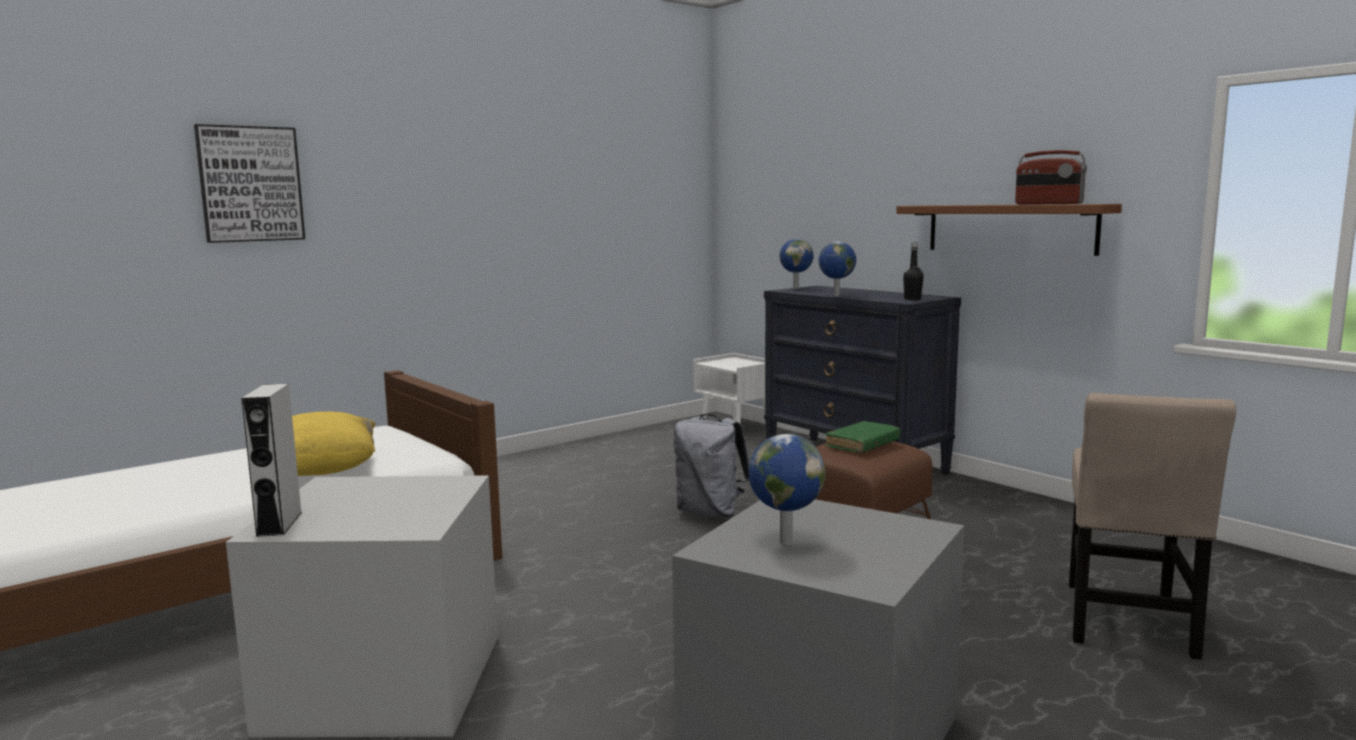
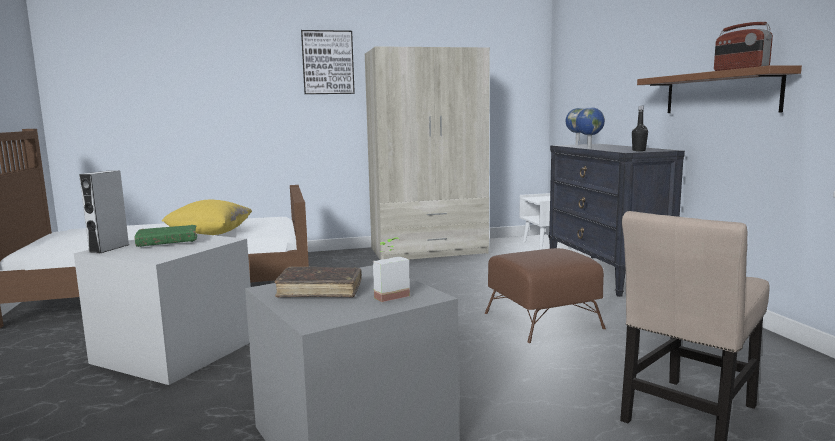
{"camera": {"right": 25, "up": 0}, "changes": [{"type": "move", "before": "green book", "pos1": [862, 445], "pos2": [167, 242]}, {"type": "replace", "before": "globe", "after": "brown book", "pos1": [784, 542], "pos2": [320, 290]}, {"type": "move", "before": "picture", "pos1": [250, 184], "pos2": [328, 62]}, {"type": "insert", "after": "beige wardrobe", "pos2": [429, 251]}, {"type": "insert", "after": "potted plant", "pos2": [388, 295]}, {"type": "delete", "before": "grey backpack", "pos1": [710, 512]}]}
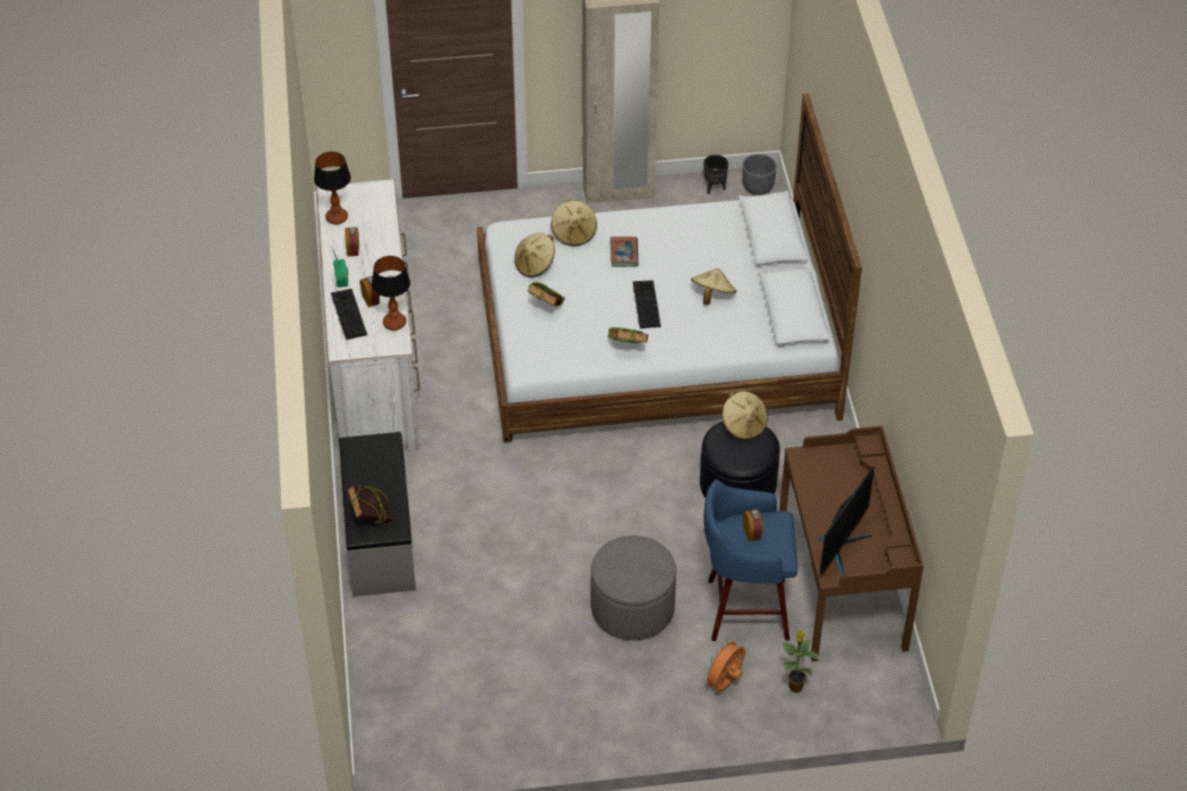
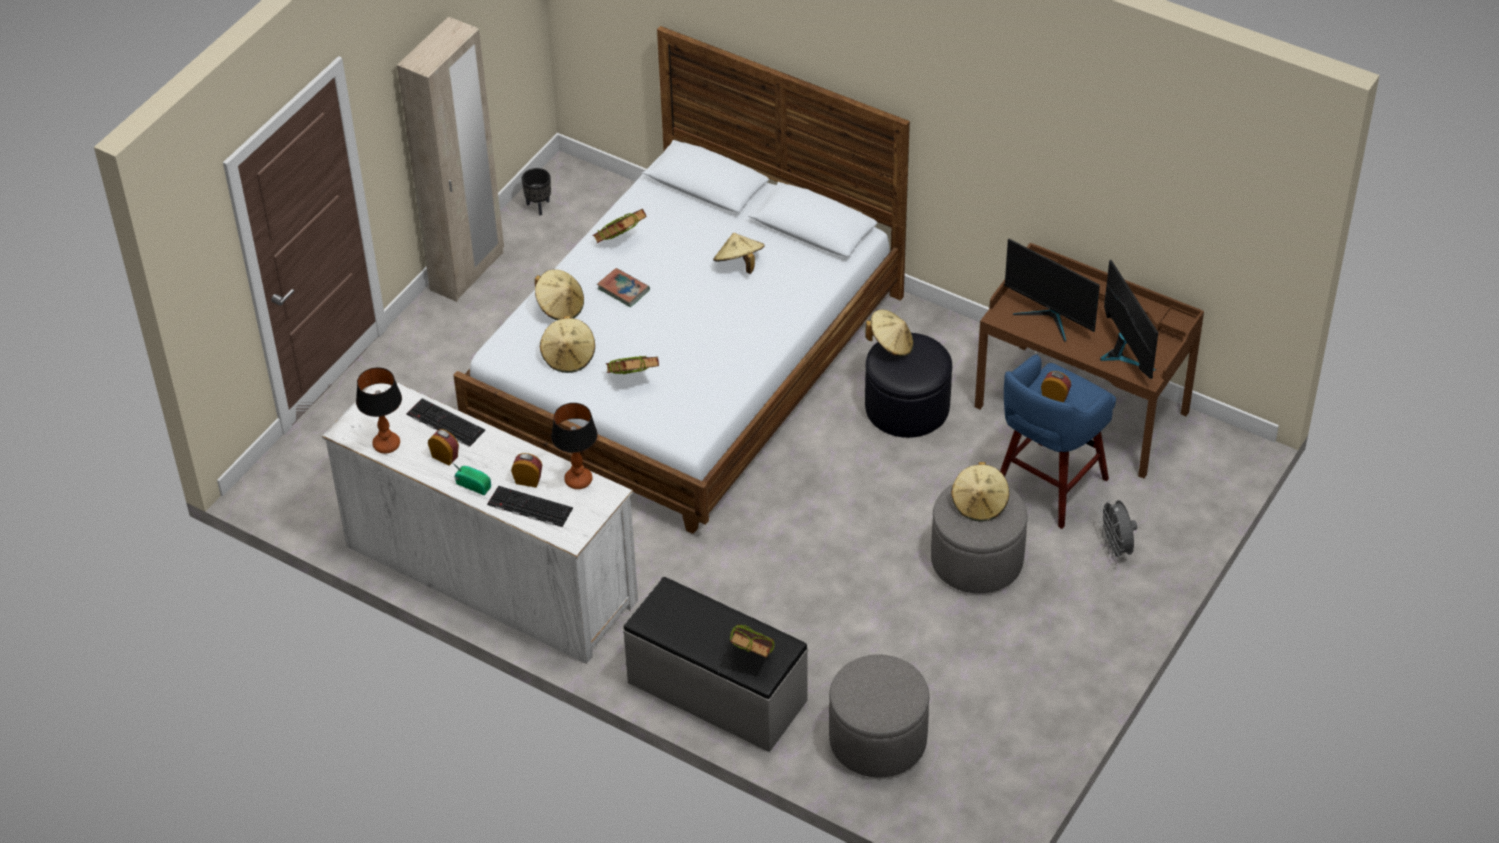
{"camera": {"right": -50, "up": 0}, "changes": [{"type": "move", "before": "keyboard", "pos1": [645, 304], "pos2": [444, 423]}, {"type": "move", "before": "book", "pos1": [627, 350], "pos2": [620, 243]}, {"type": "insert", "after": "grey ottoman", "pos2": [878, 740]}, {"type": "insert", "after": "beige hat", "pos2": [979, 504]}, {"type": "insert", "after": "monitor", "pos2": [1050, 317]}, {"type": "recolor", "before": "orange fan", "after": "grey fan", "pos1": [724, 684], "pos2": [1116, 548]}, {"type": "delete", "before": "grey planter", "pos1": [757, 187]}, {"type": "delete", "before": "potted plant", "pos1": [795, 686]}]}
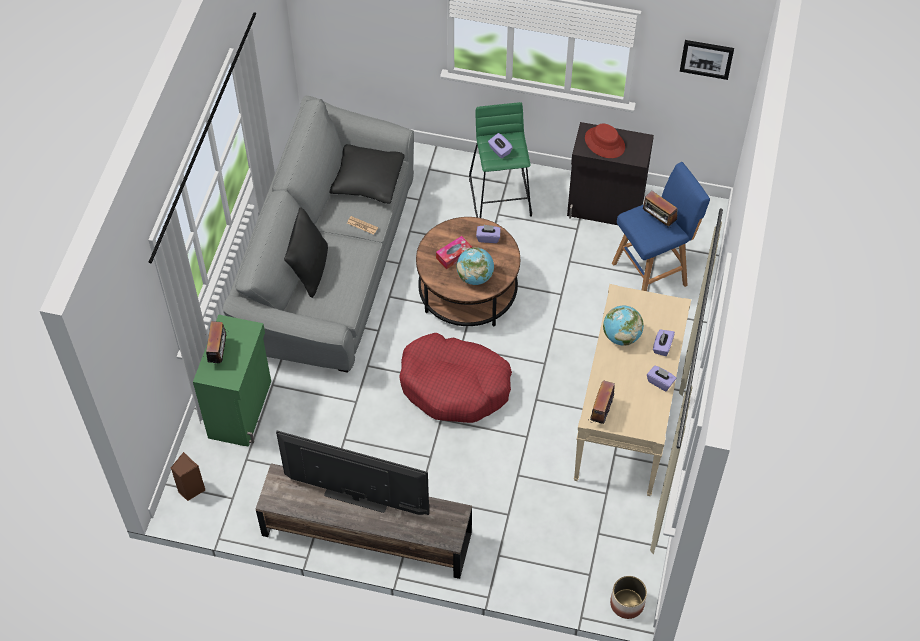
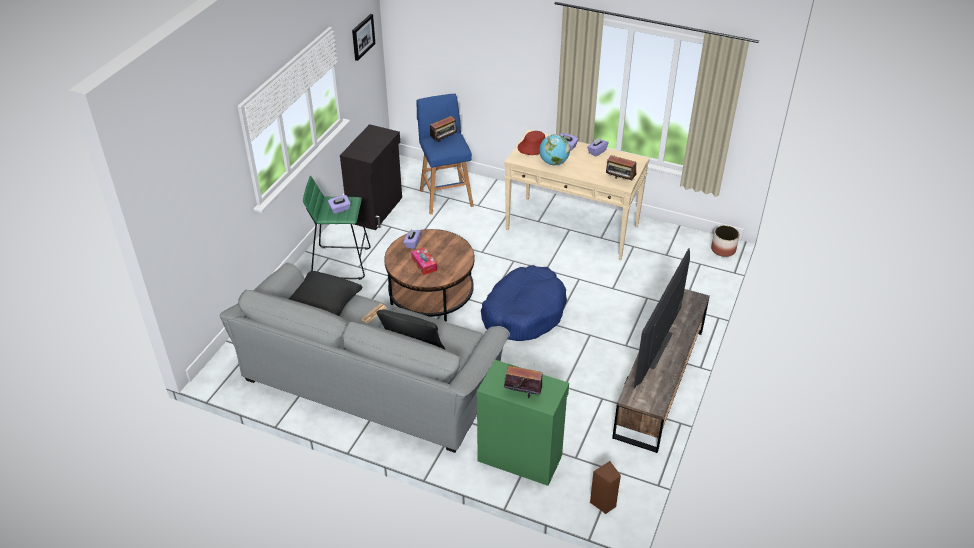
{"camera": {"right": -80, "up": -15}, "changes": [{"type": "recolor", "before": "red dog bed", "after": "blue dog bed", "pos1": [454, 385], "pos2": [523, 312]}, {"type": "move", "before": "red hat", "pos1": [605, 143], "pos2": [534, 147]}, {"type": "delete", "before": "globe", "pos1": [475, 277]}]}
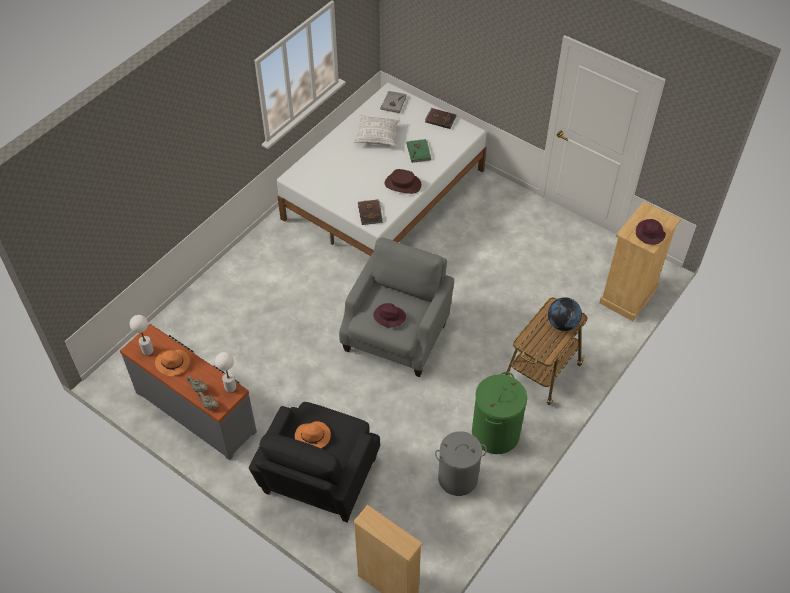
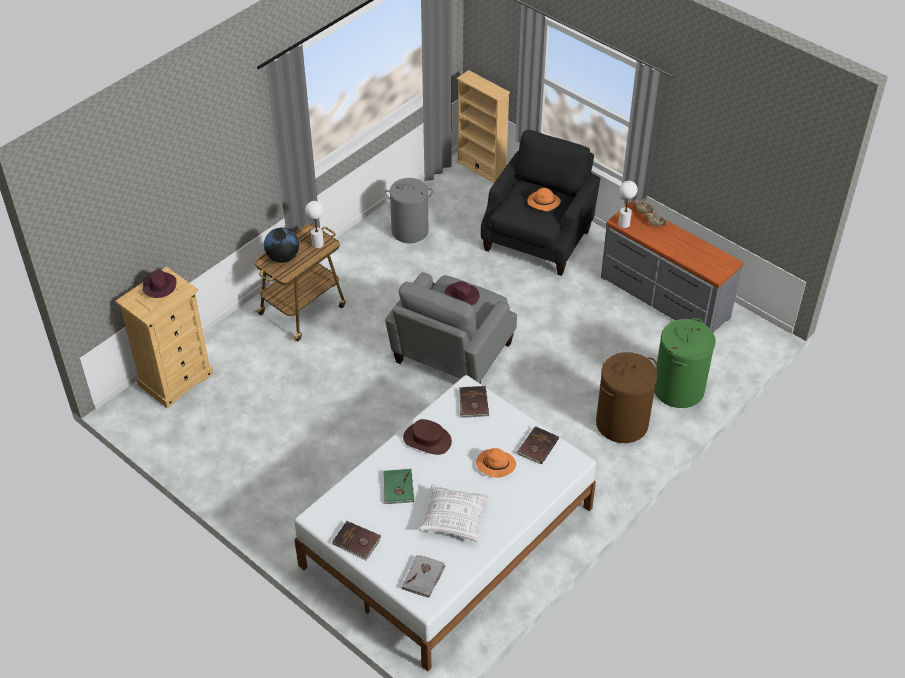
{"camera": {"right": -175, "up": -5}, "changes": [{"type": "move", "before": "white table lamp", "pos1": [148, 350], "pos2": [317, 244]}, {"type": "move", "before": "orange hat", "pos1": [173, 363], "pos2": [495, 465]}, {"type": "insert", "after": "brown book", "pos2": [537, 446]}, {"type": "insert", "after": "brown laundry basket", "pos2": [622, 423]}, {"type": "move", "before": "green laundry basket", "pos1": [495, 433], "pos2": [678, 389]}]}
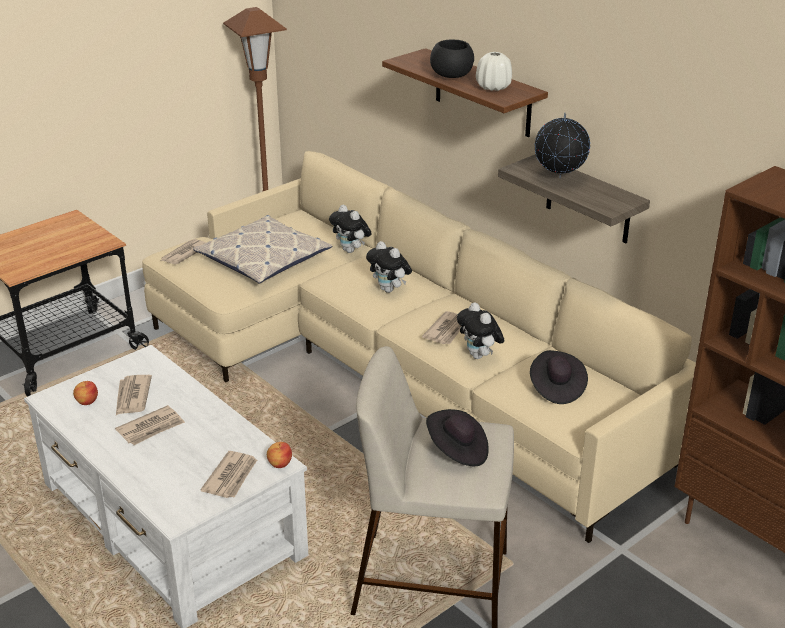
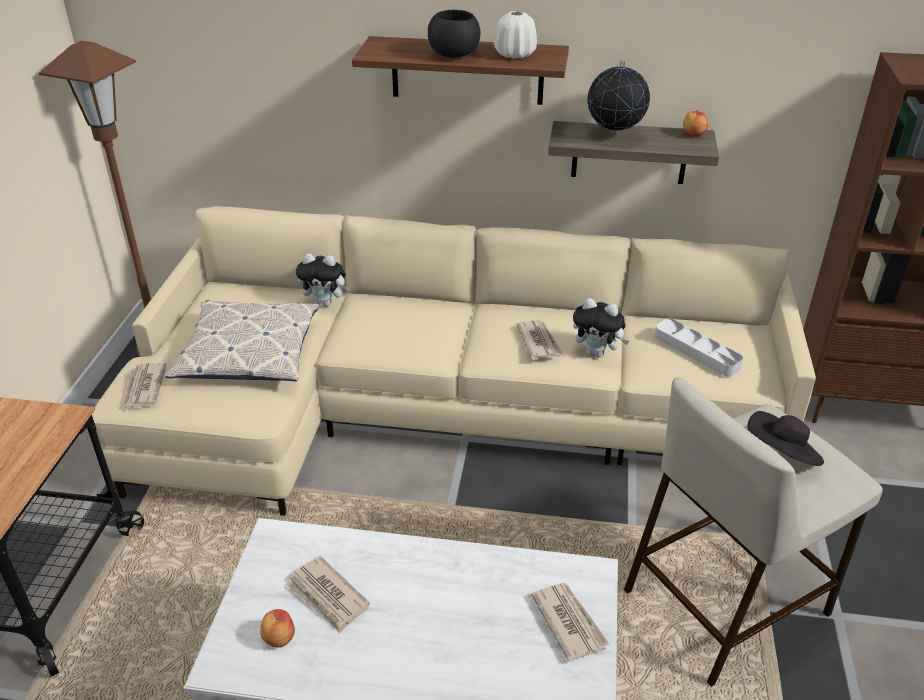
{"camera": {"right": -40, "up": 5}, "changes": [{"type": "replace", "before": "black hat", "after": "grey tray", "pos1": [556, 388], "pos2": [696, 351]}, {"type": "move", "before": "apple", "pos1": [279, 463], "pos2": [693, 134]}, {"type": "delete", "before": "newspaper", "pos1": [151, 428]}, {"type": "delete", "before": "plush toy", "pos1": [389, 290]}]}
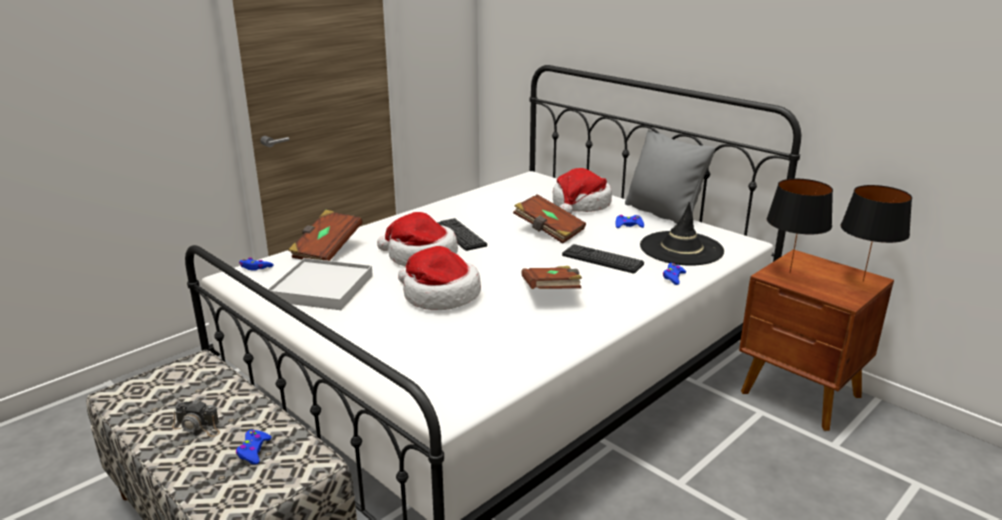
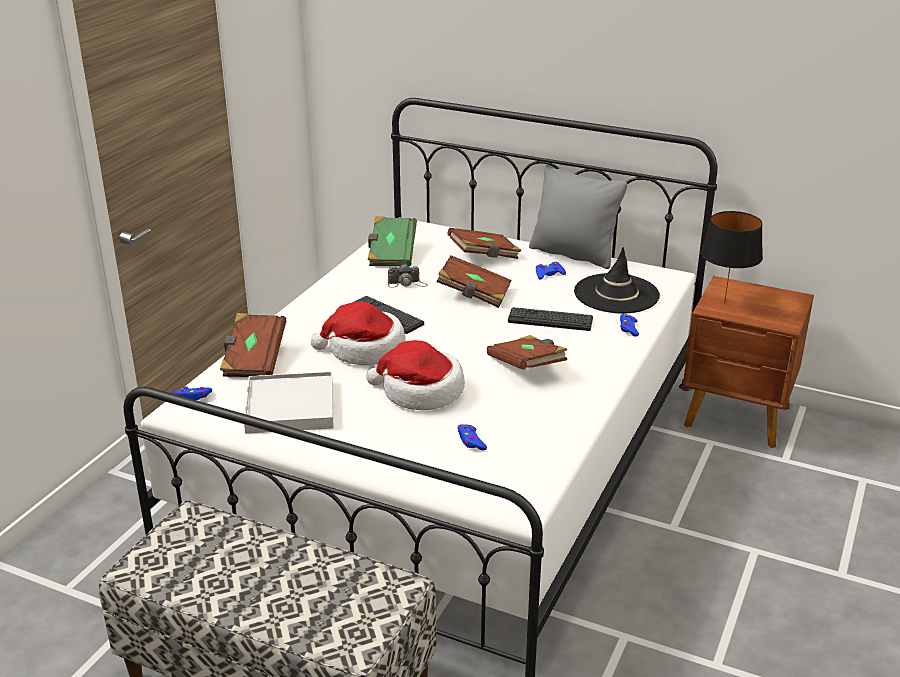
{"camera": {"right": -20, "up": 5}, "changes": [{"type": "insert", "after": "green book", "pos2": [391, 254]}, {"type": "move", "before": "photo camera", "pos1": [198, 426], "pos2": [407, 283]}, {"type": "replace", "before": "hat", "after": "brown book", "pos1": [580, 205], "pos2": [484, 256]}, {"type": "move", "before": "blue game controller", "pos1": [253, 451], "pos2": [471, 441]}, {"type": "delete", "before": "black table lamp", "pos1": [863, 281]}]}
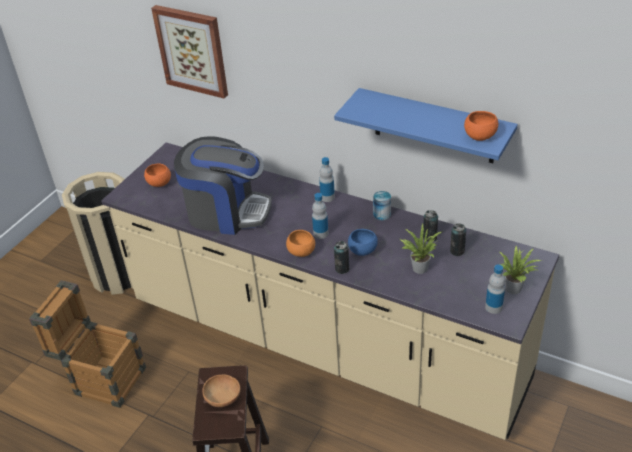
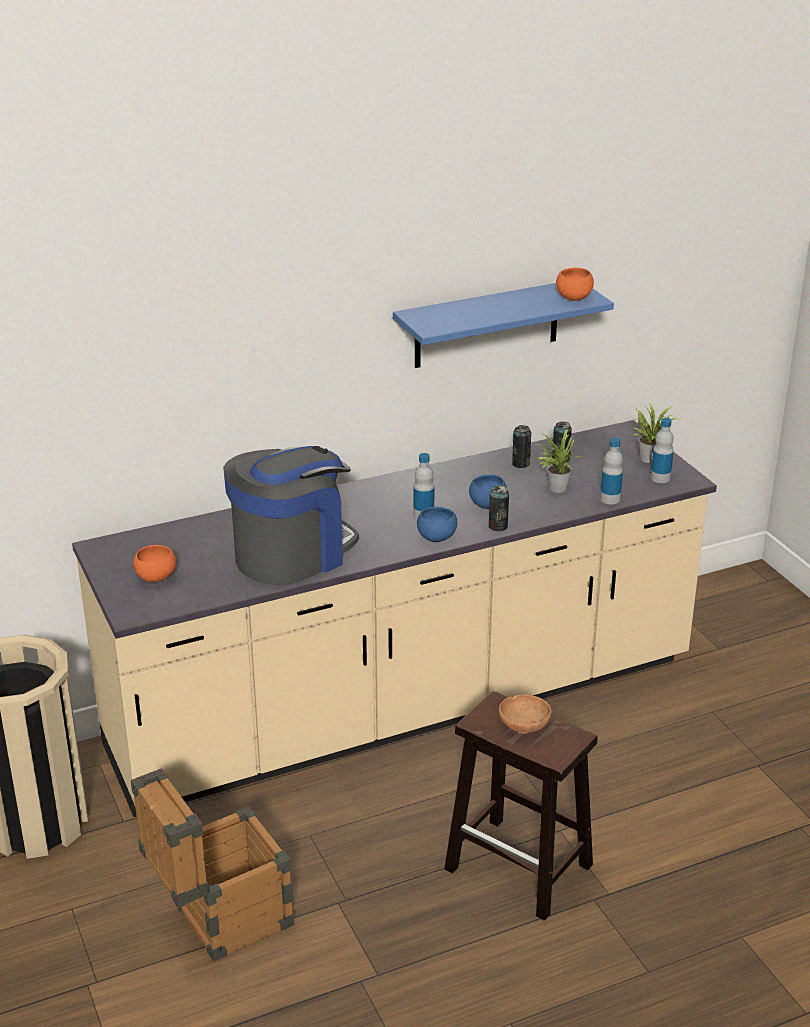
{"camera": {"right": -55, "up": -10}, "changes": [{"type": "recolor", "before": "orange bowl", "after": "blue bowl", "pos1": [301, 252], "pos2": [437, 538]}, {"type": "move", "before": "bottle", "pos1": [327, 197], "pos2": [610, 499]}, {"type": "delete", "before": "picture", "pos1": [192, 50]}, {"type": "delete", "before": "can", "pos1": [382, 214]}]}
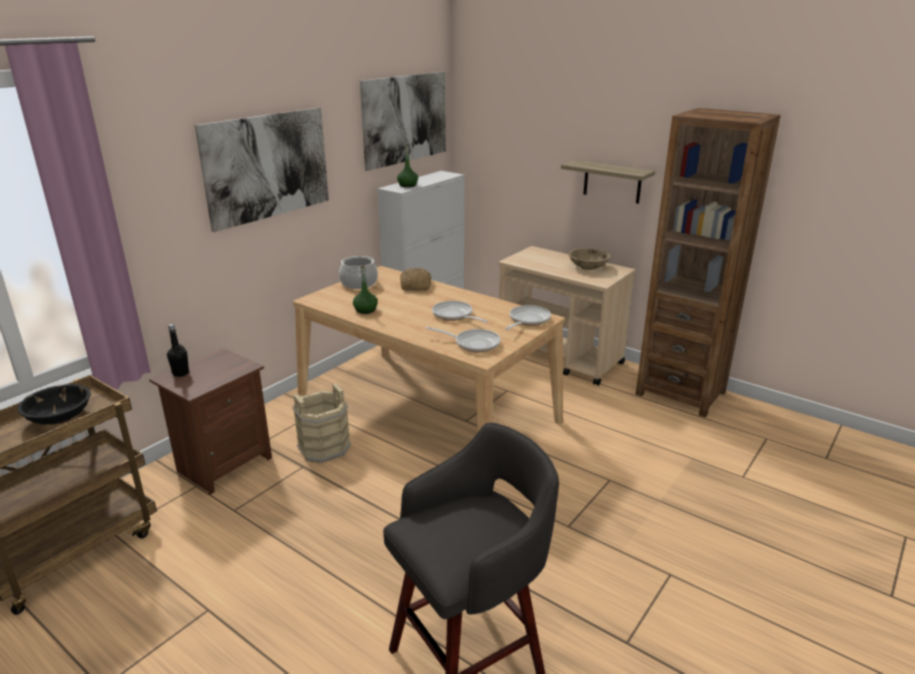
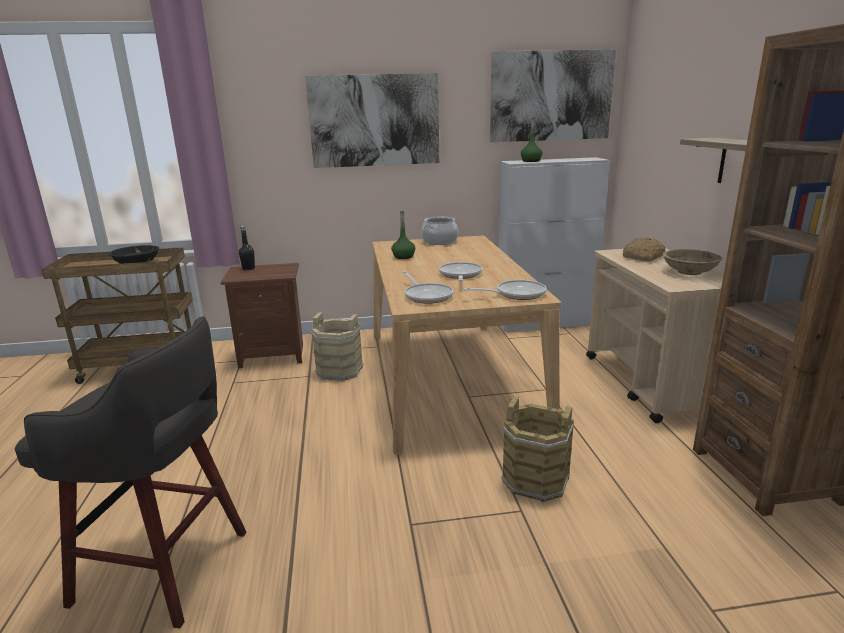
{"camera": {"right": 45, "up": -5}, "changes": [{"type": "insert", "after": "brown bucket", "pos2": [535, 480]}, {"type": "move", "before": "bread", "pos1": [416, 286], "pos2": [643, 257]}]}
